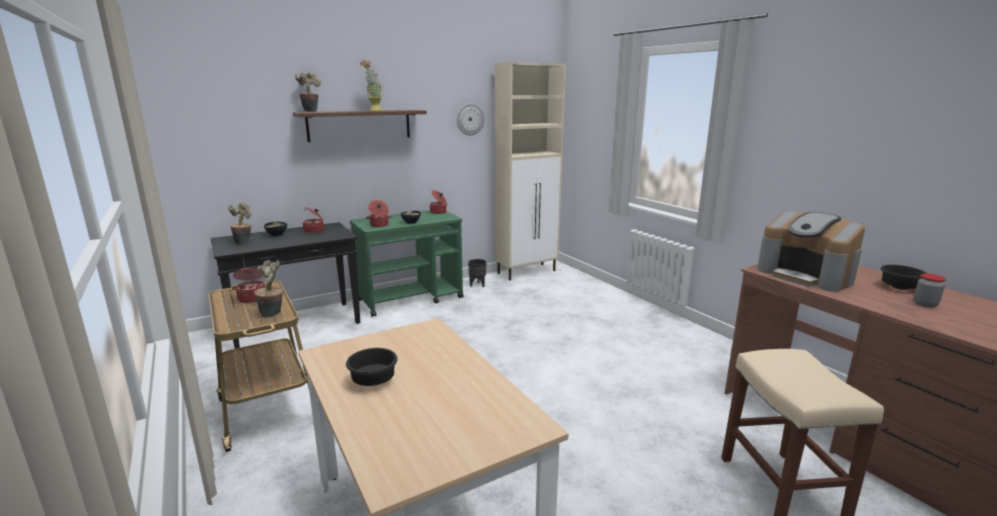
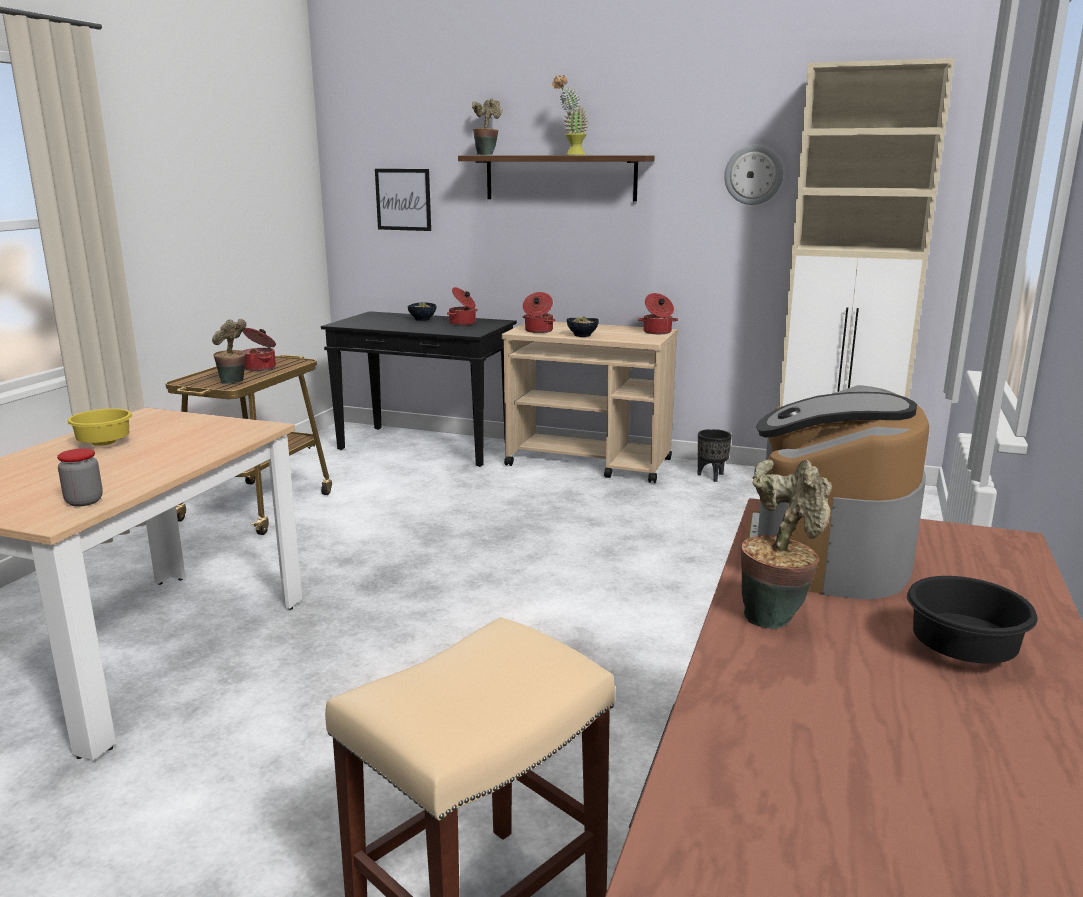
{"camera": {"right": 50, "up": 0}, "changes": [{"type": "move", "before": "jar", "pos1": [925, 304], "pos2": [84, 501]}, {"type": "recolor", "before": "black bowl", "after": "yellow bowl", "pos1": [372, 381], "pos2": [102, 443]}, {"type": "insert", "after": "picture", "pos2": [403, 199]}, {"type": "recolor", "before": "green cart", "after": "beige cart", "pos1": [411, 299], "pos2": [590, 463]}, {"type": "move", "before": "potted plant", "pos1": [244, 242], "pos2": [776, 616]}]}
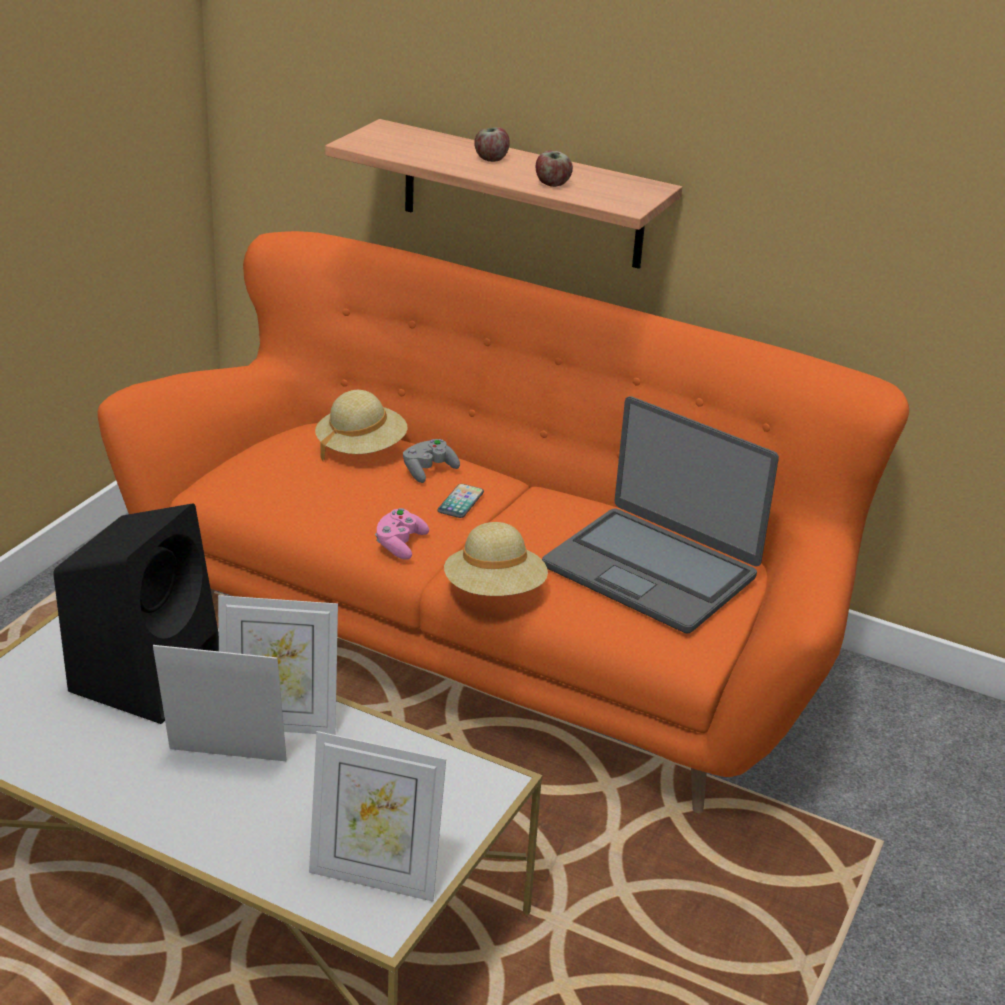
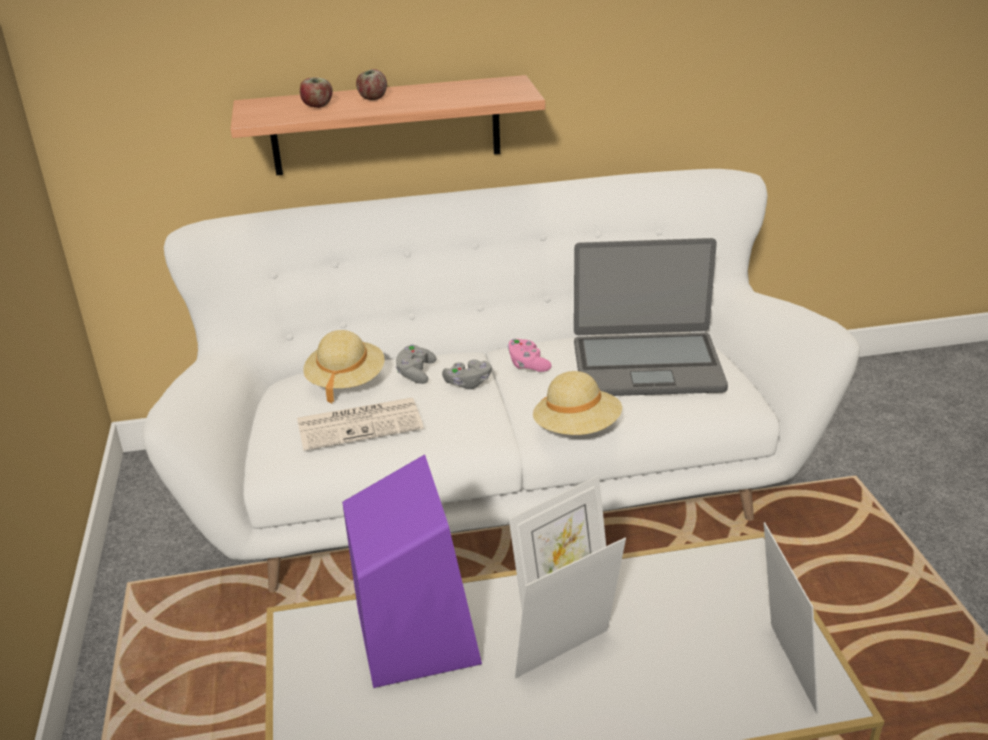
{"camera": {"right": -35, "up": 0}, "changes": [{"type": "recolor", "before": "orange sofa", "after": "white sofa", "pos1": [494, 643], "pos2": [498, 486]}, {"type": "insert", "after": "newspaper", "pos2": [361, 424]}, {"type": "move", "before": "apple", "pos1": [552, 184], "pos2": [317, 106]}, {"type": "recolor", "before": "black speaker", "after": "purple speaker", "pos1": [148, 674], "pos2": [415, 633]}, {"type": "replace", "before": "phone", "after": "grey game controller", "pos1": [460, 502], "pos2": [468, 383]}, {"type": "move", "before": "pink game controller", "pos1": [400, 544], "pos2": [527, 364]}, {"type": "rotate", "before": "picture frame", "pos1": [375, 877], "pos2": [782, 669], "turn": -75}]}
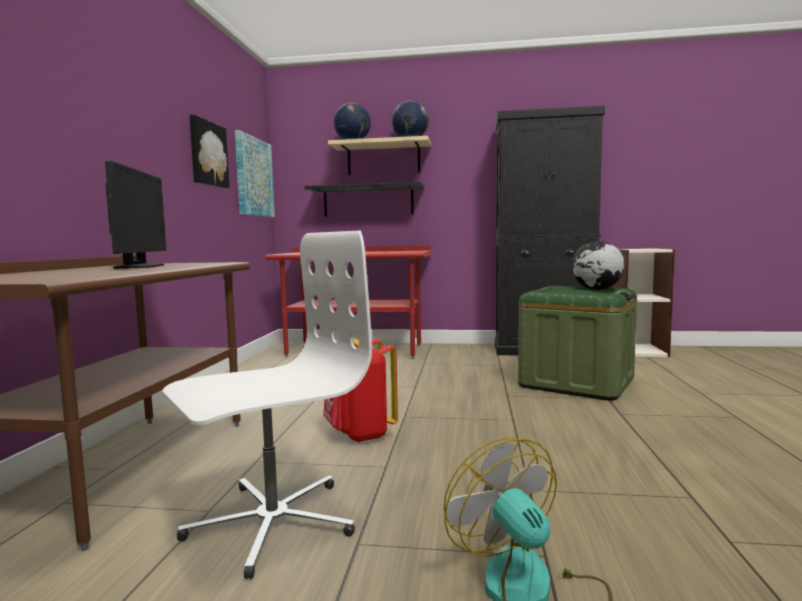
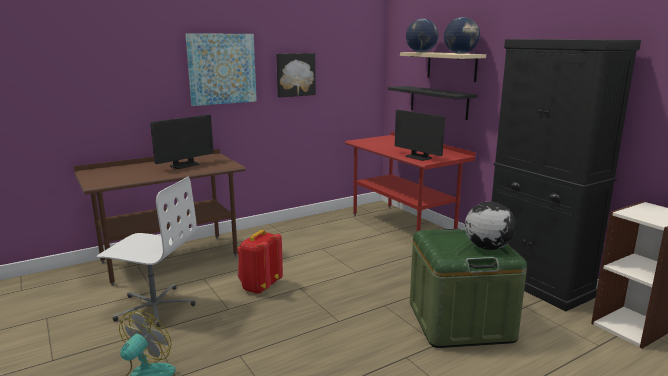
{"camera": {"right": 50, "up": 10}, "changes": [{"type": "move", "before": "picture", "pos1": [254, 177], "pos2": [222, 69]}, {"type": "insert", "after": "monitor", "pos2": [418, 157]}]}
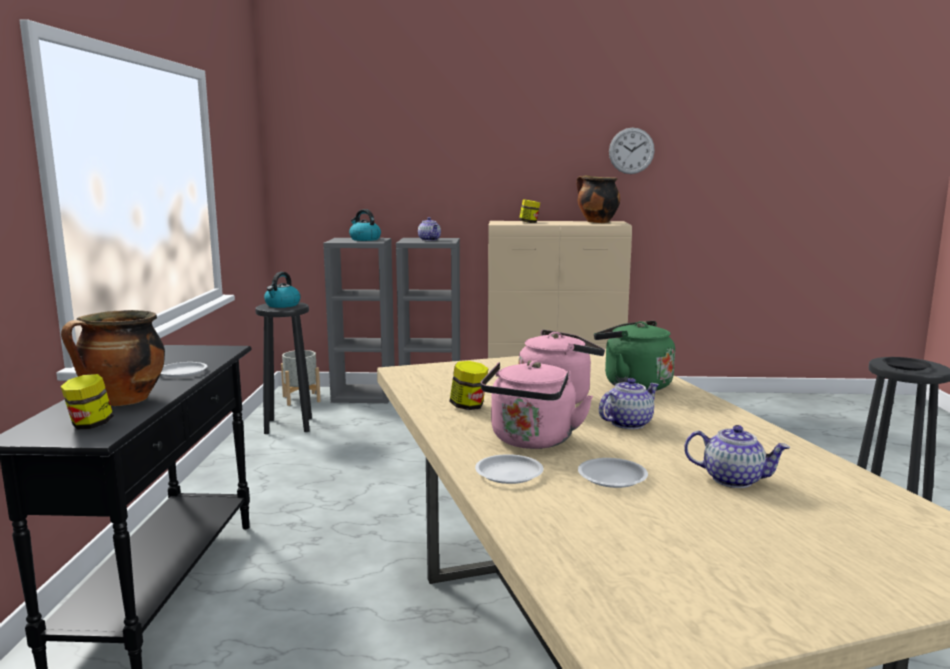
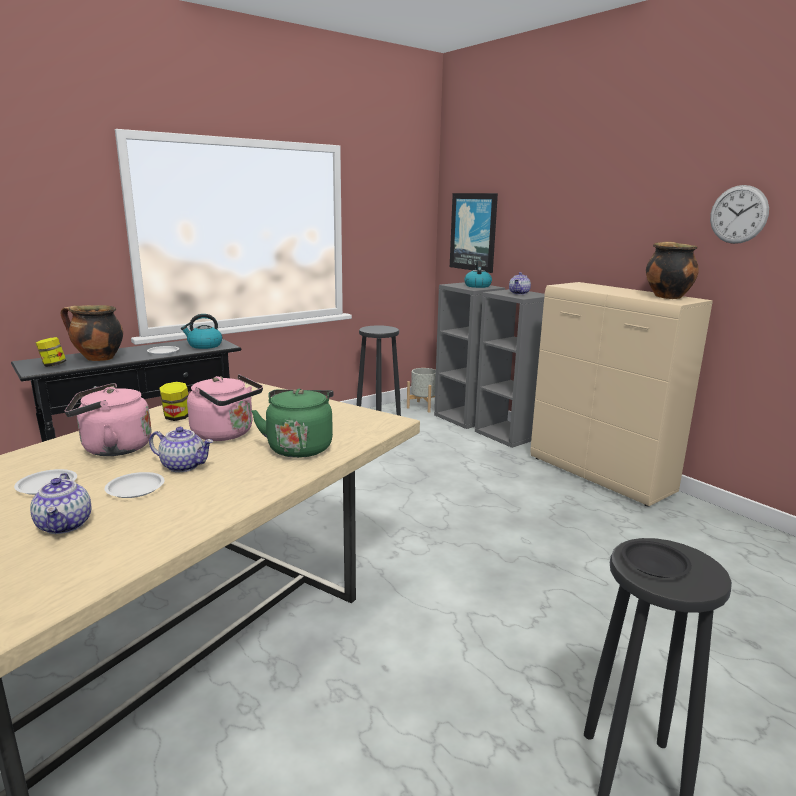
{"camera": {"right": 50, "up": 5}, "changes": [{"type": "move", "before": "white plate", "pos1": [509, 473], "pos2": [136, 489]}, {"type": "move", "before": "kettle", "pos1": [282, 305], "pos2": [204, 345]}, {"type": "insert", "after": "picture", "pos2": [473, 232]}, {"type": "delete", "before": "jar", "pos1": [529, 222]}]}
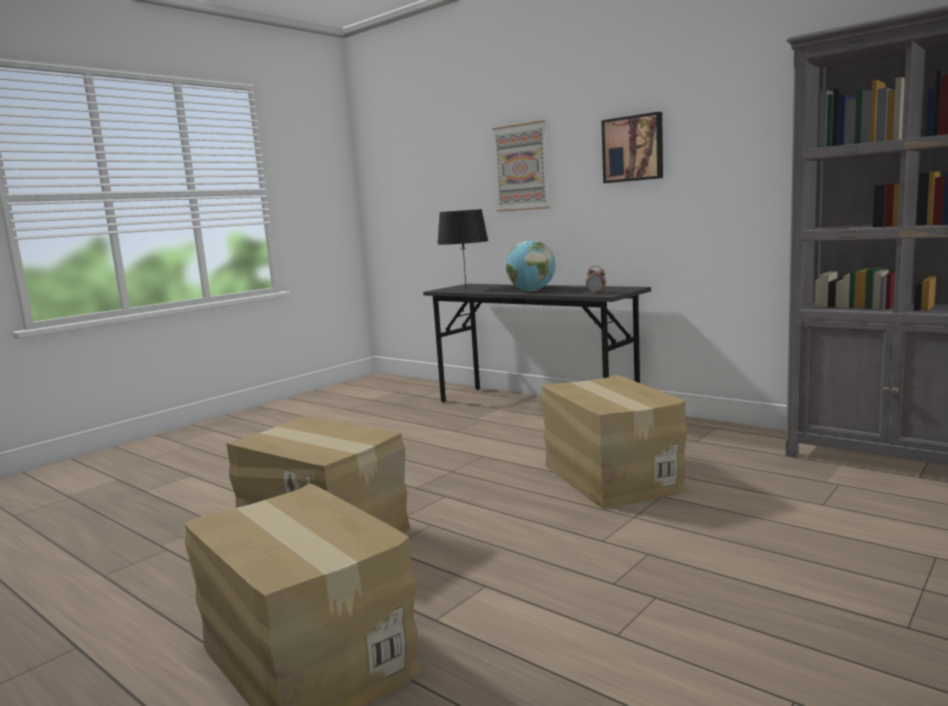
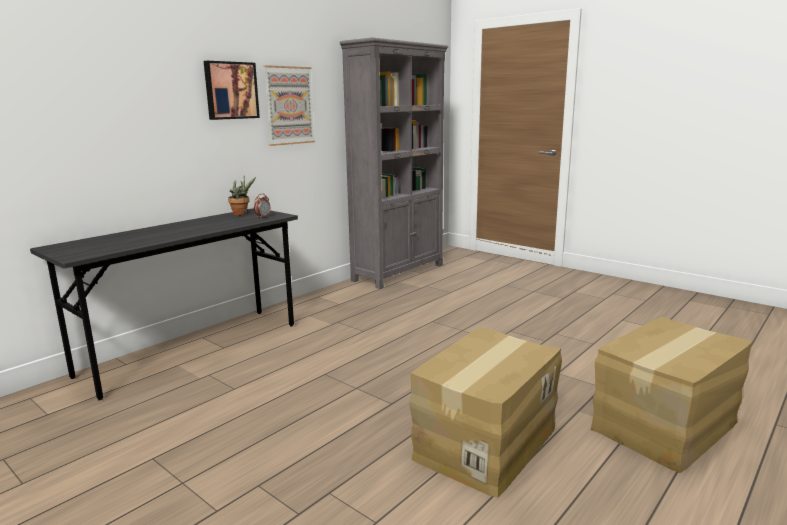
{"camera": {"right": -90, "up": 5}, "changes": [{"type": "insert", "after": "potted plant", "pos2": [242, 214]}, {"type": "move", "before": "picture", "pos1": [521, 167], "pos2": [289, 105]}, {"type": "delete", "before": "black table lamp", "pos1": [466, 289]}, {"type": "delete", "before": "globe", "pos1": [531, 291]}, {"type": "delete", "before": "cardboard box", "pos1": [609, 477]}]}
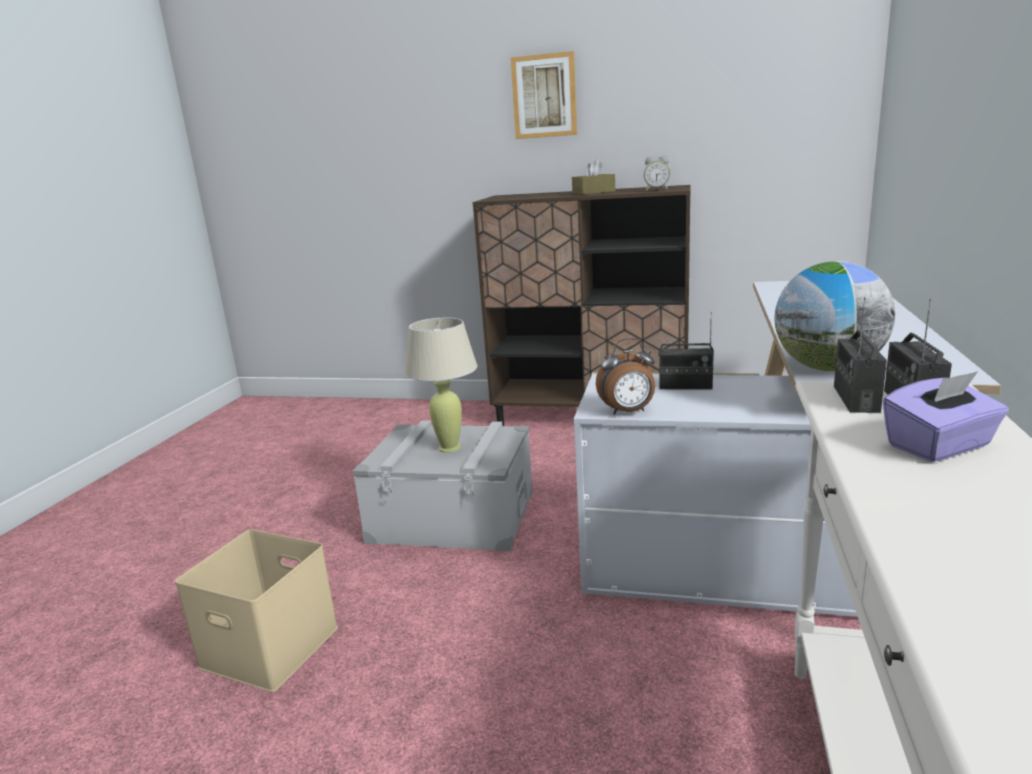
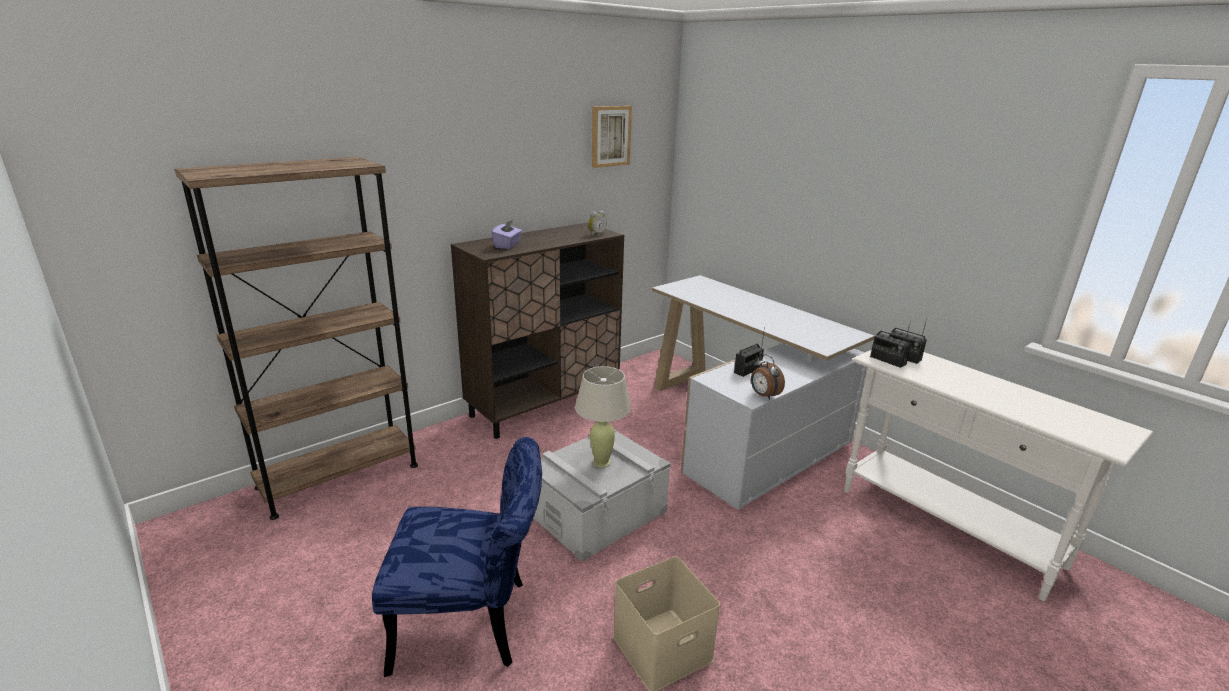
{"camera": {"right": -55, "up": 5}, "changes": [{"type": "insert", "after": "brown bookcase", "pos2": [339, 476]}, {"type": "insert", "after": "blue chair", "pos2": [474, 624]}, {"type": "move", "before": "purple tissue box", "pos1": [940, 446], "pos2": [507, 245]}, {"type": "move", "before": "picture", "pos1": [544, 96], "pos2": [610, 136]}, {"type": "rotate", "before": "alarm clock", "pos1": [628, 412], "pos2": [763, 395], "turn": 120}, {"type": "delete", "before": "brown tissue box", "pos1": [593, 193]}, {"type": "delete", "before": "globe", "pos1": [828, 368]}]}
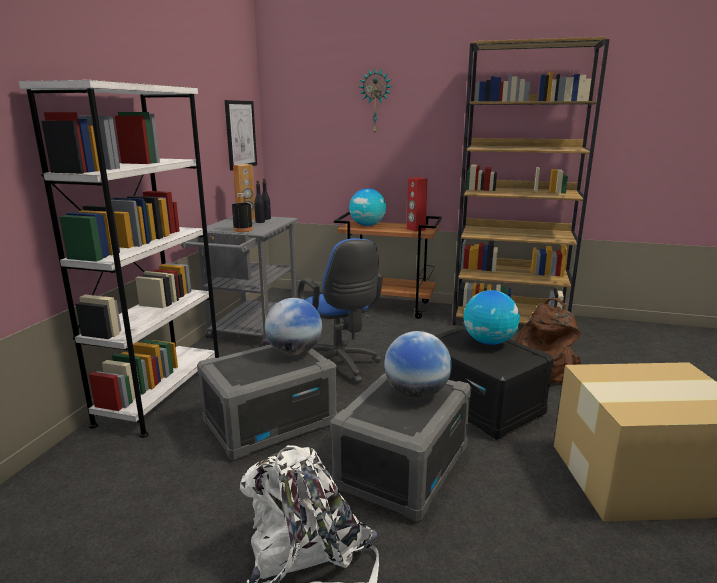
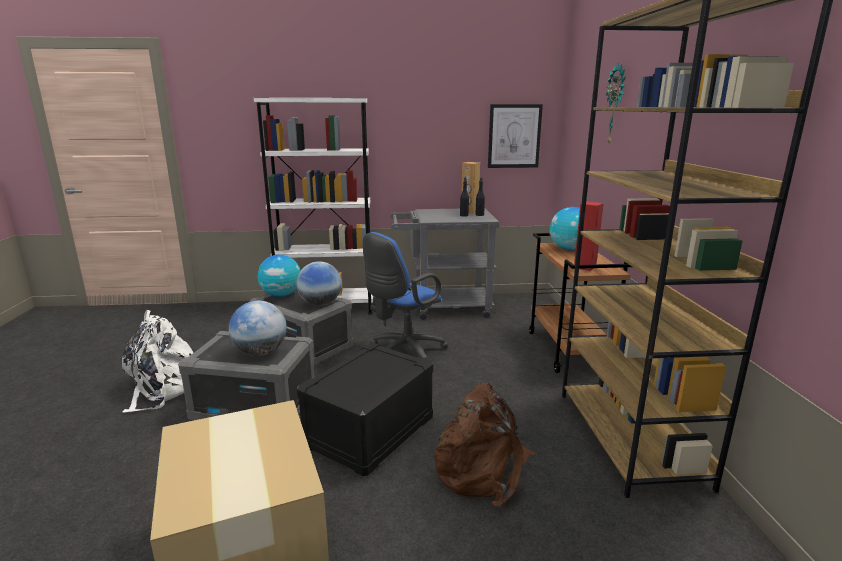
{"camera": {"right": 70, "up": 0}, "changes": [{"type": "move", "before": "globe", "pos1": [488, 342], "pos2": [281, 295]}, {"type": "delete", "before": "black bottle", "pos1": [243, 230]}]}
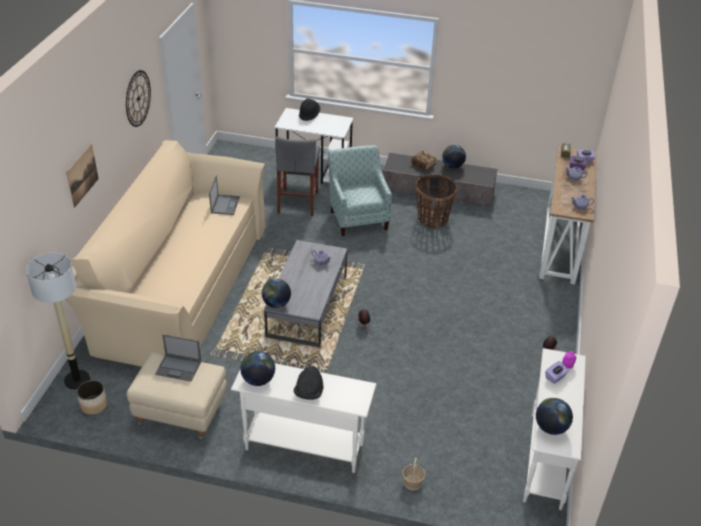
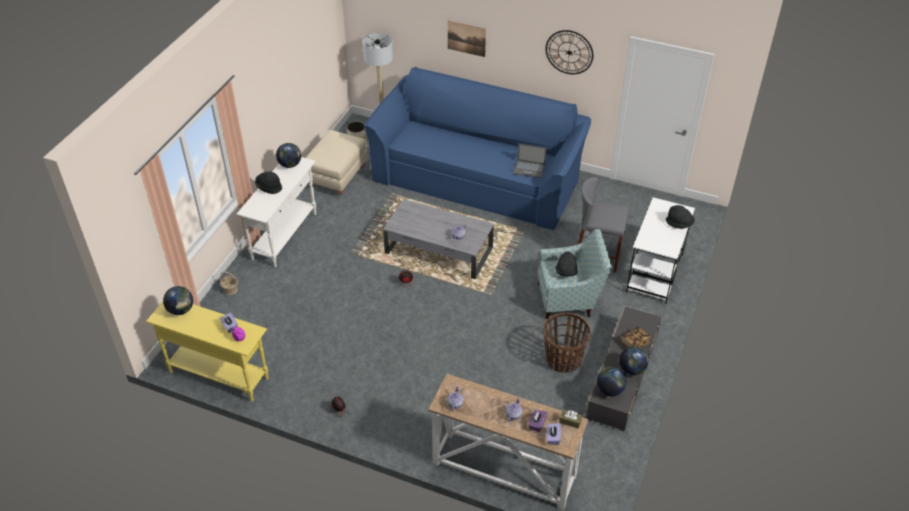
{"camera": {"right": 100, "up": 5}, "changes": [{"type": "recolor", "before": "white console table", "after": "yellow console table", "pos1": [545, 460], "pos2": [219, 375]}, {"type": "recolor", "before": "beige sofa", "after": "blue sofa", "pos1": [177, 285], "pos2": [478, 176]}, {"type": "insert", "after": "black hat", "pos2": [566, 272]}, {"type": "move", "before": "globe", "pos1": [276, 304], "pos2": [609, 390]}, {"type": "delete", "before": "laptop", "pos1": [179, 368]}]}
